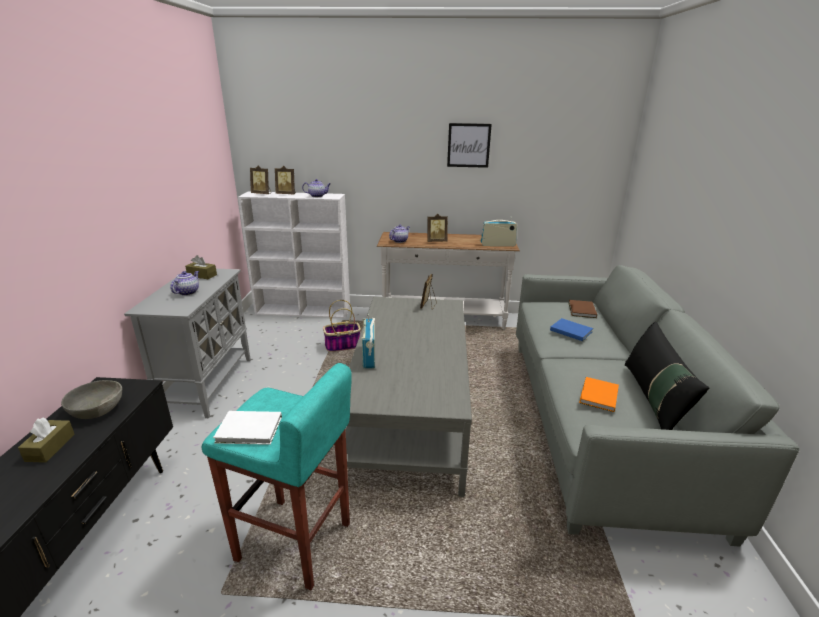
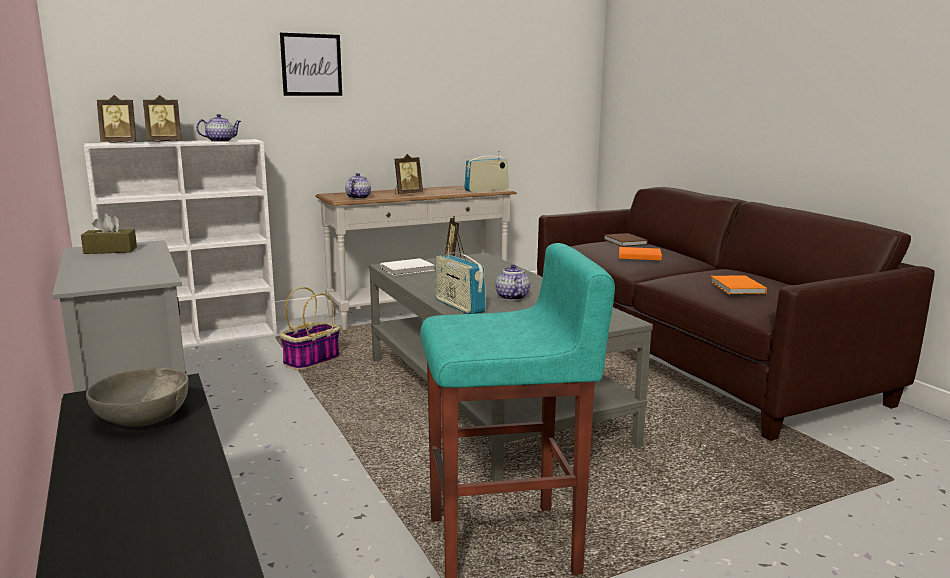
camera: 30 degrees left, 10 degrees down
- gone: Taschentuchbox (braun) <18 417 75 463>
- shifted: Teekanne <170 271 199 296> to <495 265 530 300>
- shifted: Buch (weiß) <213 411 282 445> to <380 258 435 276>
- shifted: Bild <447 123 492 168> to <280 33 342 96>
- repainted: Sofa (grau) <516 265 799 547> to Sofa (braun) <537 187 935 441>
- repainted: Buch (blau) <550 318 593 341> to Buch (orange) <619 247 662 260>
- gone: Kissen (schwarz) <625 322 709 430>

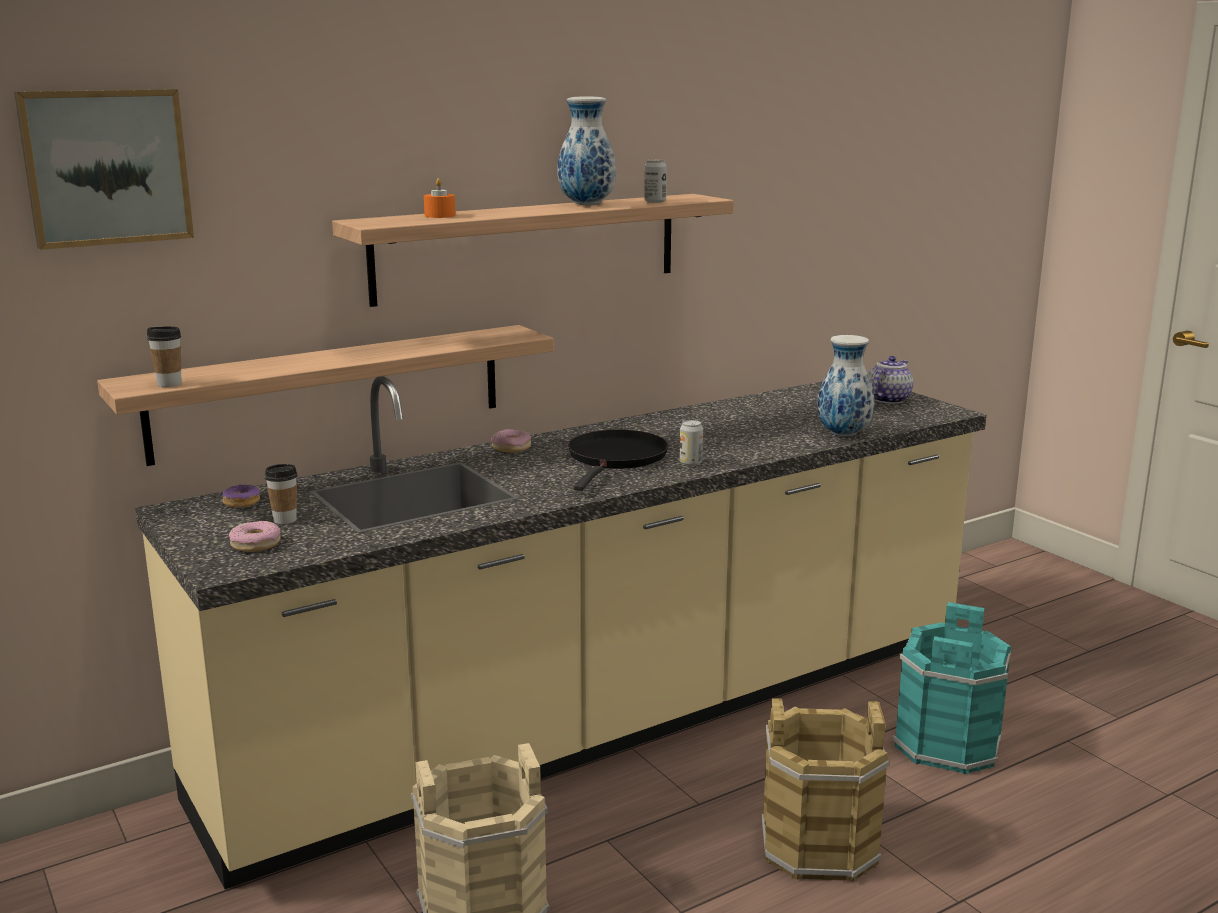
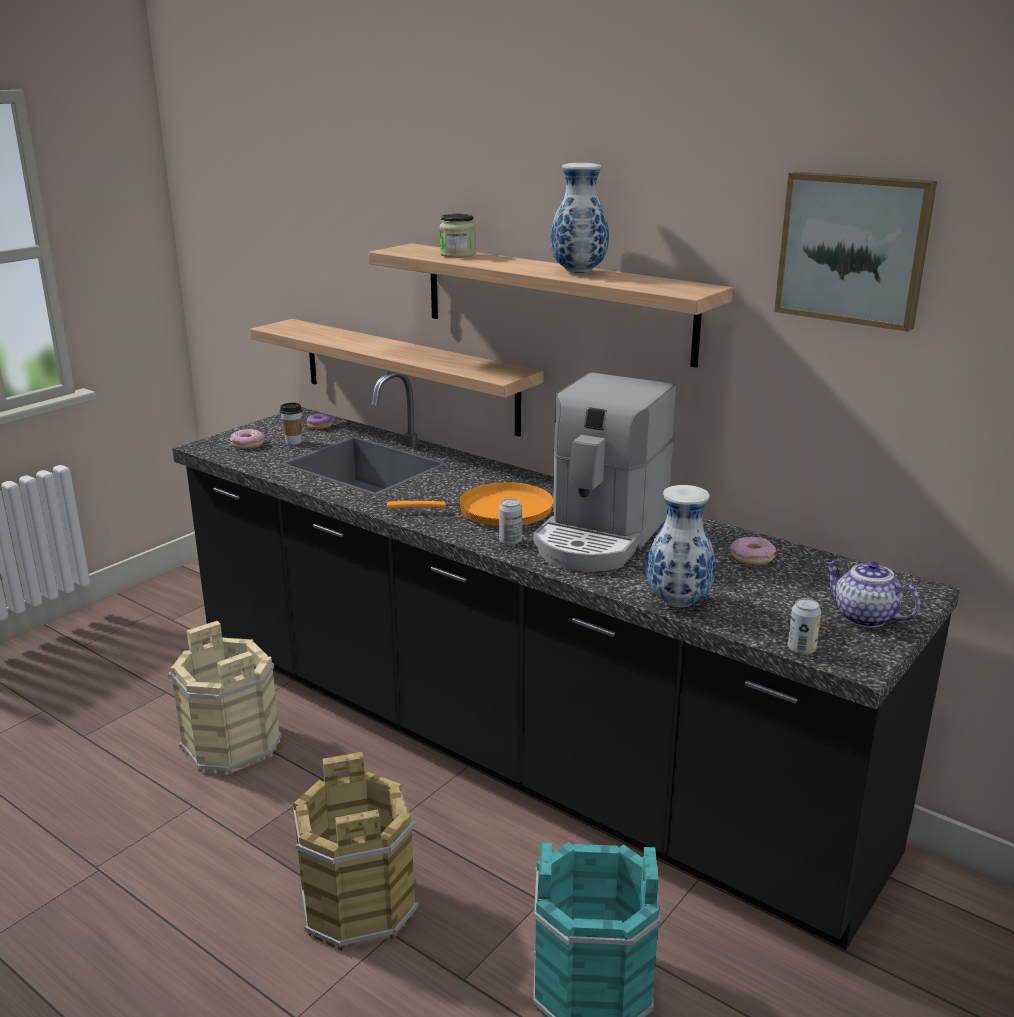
camera: 70 degrees right, 5 degrees up
- shifted: Bild <14 89 194 250> to <774 172 937 332>
- repainted: Küchenzeile (beige) <135 376 986 889> to Küchenzeile (schwarz) <172 372 960 950>
- gone: Tasse <146 326 182 387>
- swapped: Kerze (orange) <424 178 456 218> to Vorratsglas <440 214 476 258>
- shifted: Donut <491 429 531 452> to <731 537 776 565>
- repainted: Pfanne (schwarz) <568 430 668 491> to Pfanne (orange) <387 482 553 526>
- shifted: Dose <644 160 667 203> to <788 598 821 655>
- rotated: Teekanne <868 356 913 404> = <824 560 920 628> 150 degrees counterclockwise
- new: Kaffeemaschine <533 373 676 572>

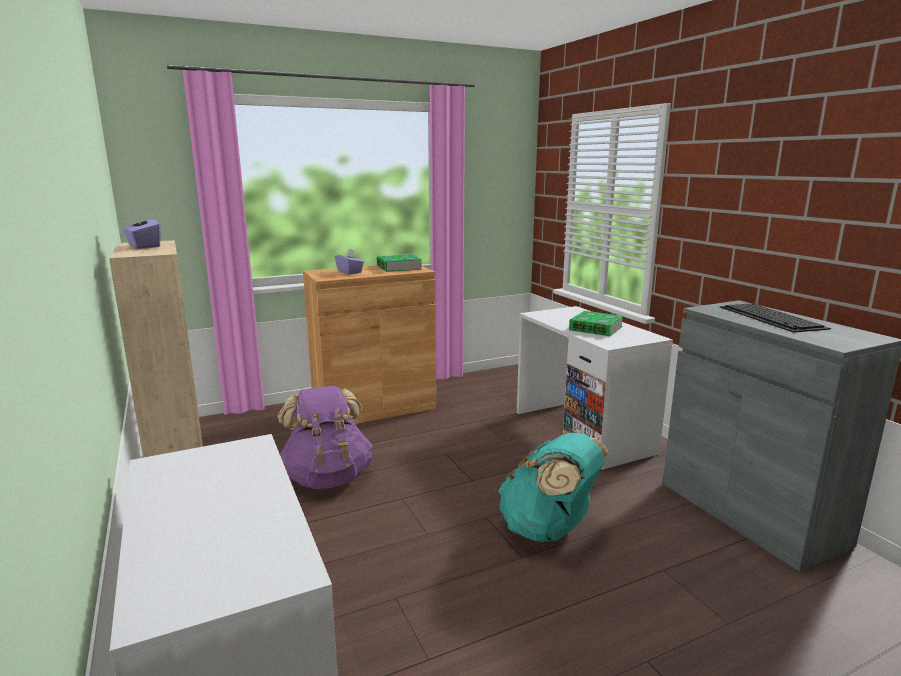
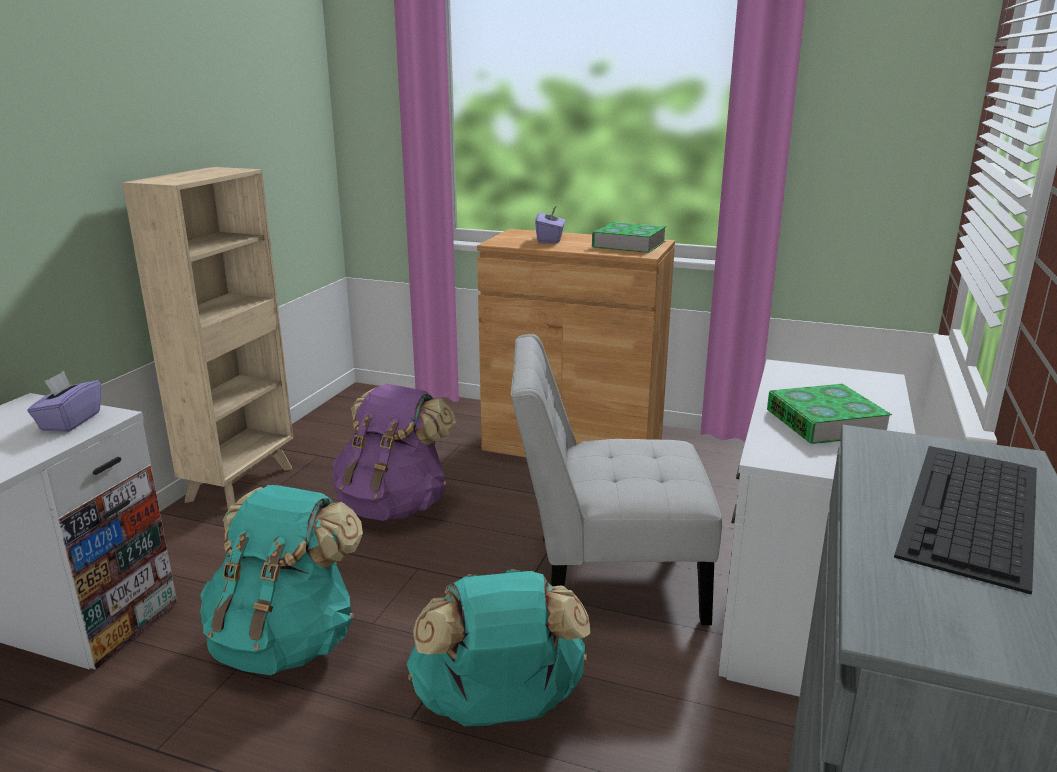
camera: 45 degrees right, 5 degrees up
- shifted: Taschentuchbox (lila) <123 213 161 249> to <27 371 101 432>
- new: Rucksack (türkis) <200 485 363 675>
- new: Stuhl (weiß) <511 334 722 625>

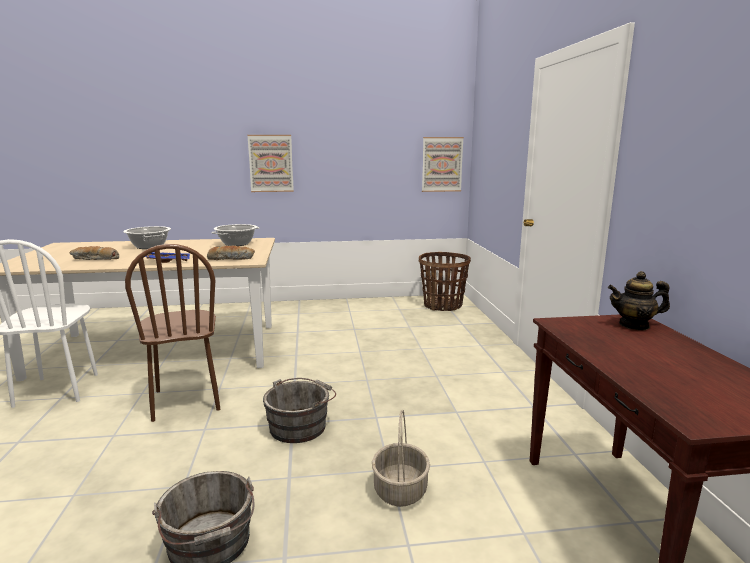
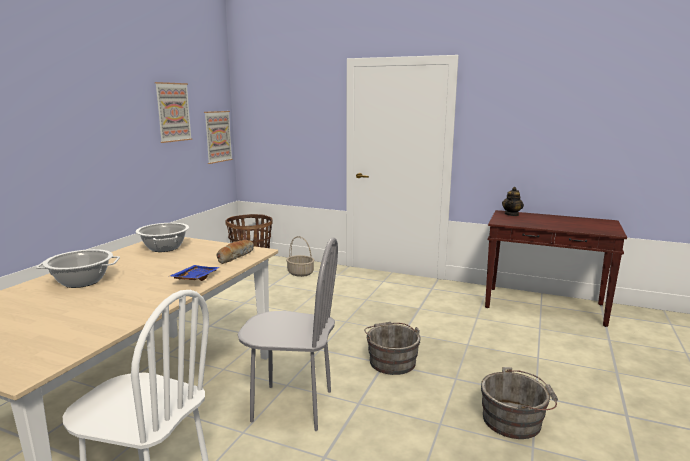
camera: 60 degrees left, 0 degrees up
- gone: Brot <70 246 119 260>
- repainted: Stuhl (braun) <125 244 220 422> to Stuhl (grau) <237 237 338 431>
- shifted: Bild <248 135 294 192> to <155 82 192 143>
- shifted: Korb <372 410 430 507> to <286 236 315 277>

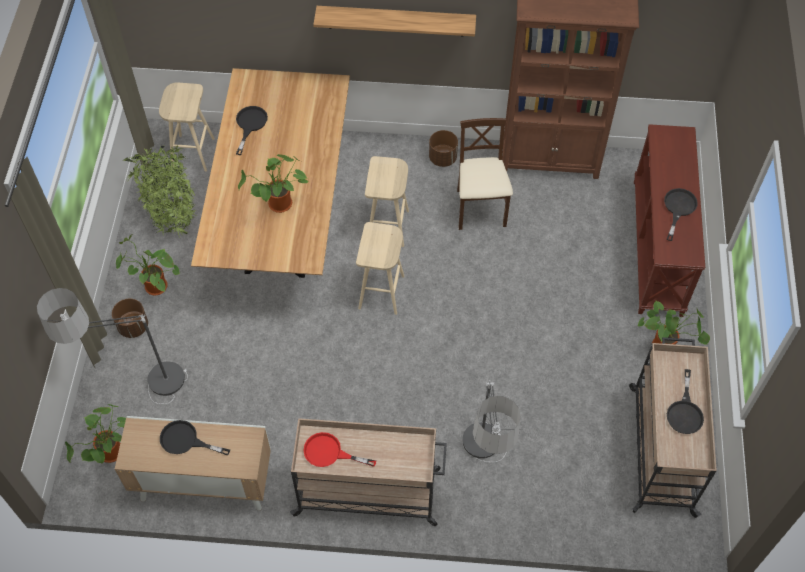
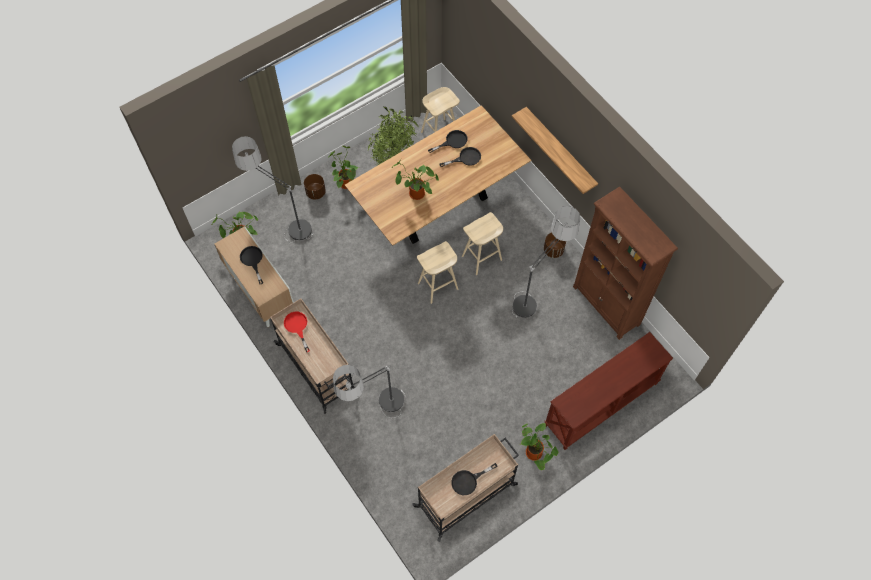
camera: 50 degrees right, 5 degrees up
- swapped: Stuhl (beige) <457 118 513 230> to Stehlampe <512 206 581 318>
- shifted: Pfanne (schwarz) <664 188 698 241> to <440 147 481 167>

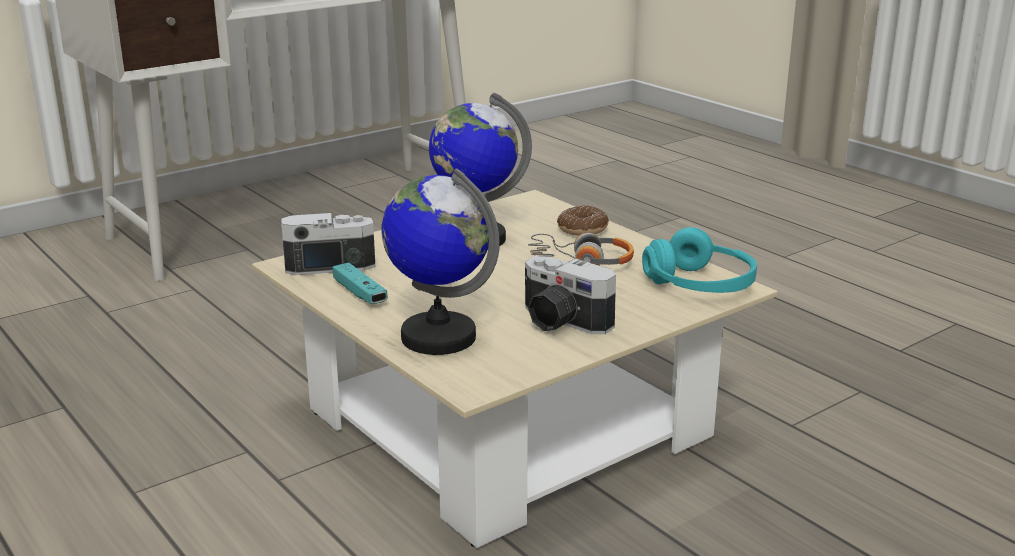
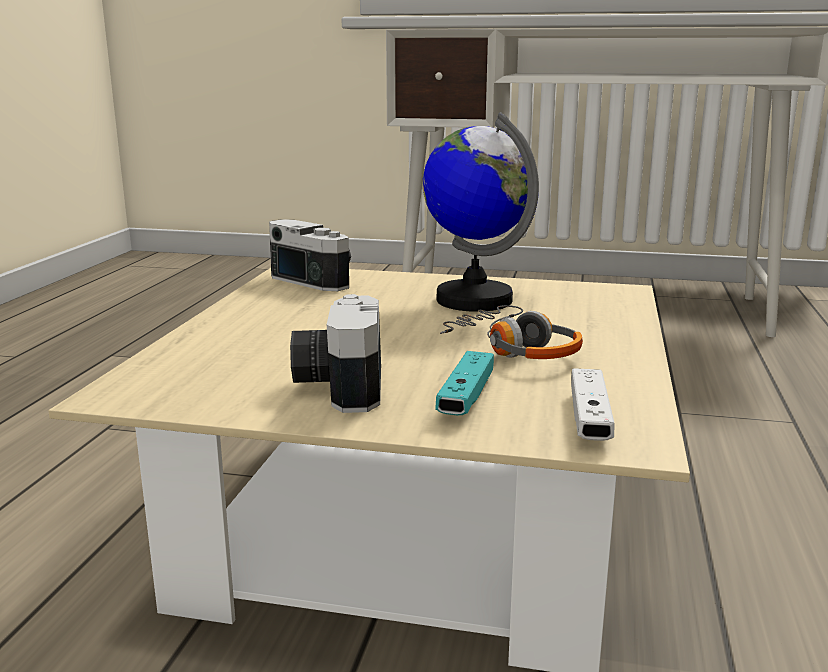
camera: 50 degrees right, 5 degrees down
- shifted: Gamepad (türkis) <332 262 388 304> to <435 351 494 415>
- gone: Globus <381 168 500 355>
- gone: Donut <557 205 609 236>
- swapped: Kopfhörer (türkis) <642 227 757 293> to Gamepad (weiß) <571 368 615 441>

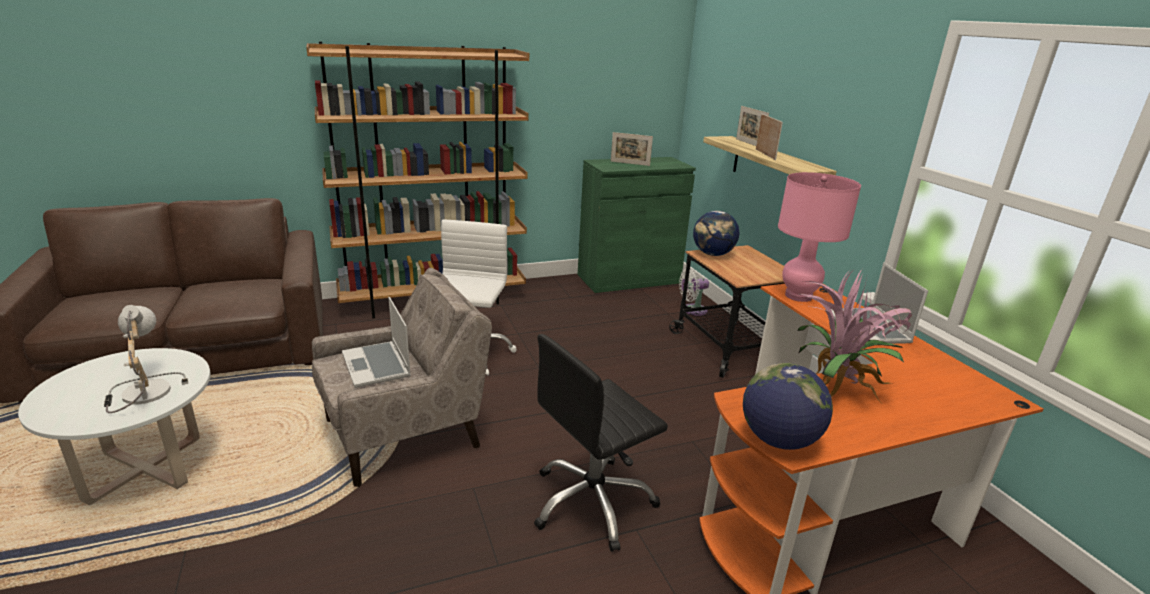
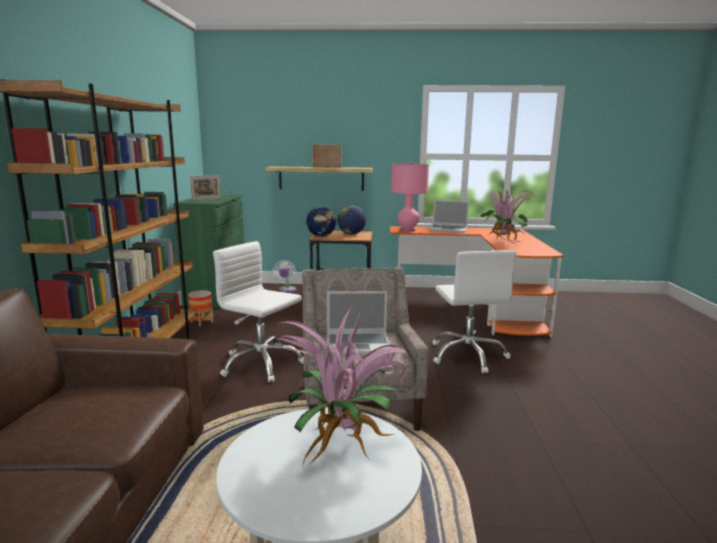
camera: 65 degrees left, 10 degrees down
- swapped: Tischlampe <104 305 188 413> to Topfpflanze <276 307 409 466>
- repainted: Bürostuhl (schwarz) <534 334 668 552> to Bürostuhl (weiß) <432 250 516 373>
- gone: Bilderrahmen <736 106 769 146>
- shifted: Globus <743 363 833 450> to <337 205 366 234>
- new: Pflanzkübel <188 290 214 326>

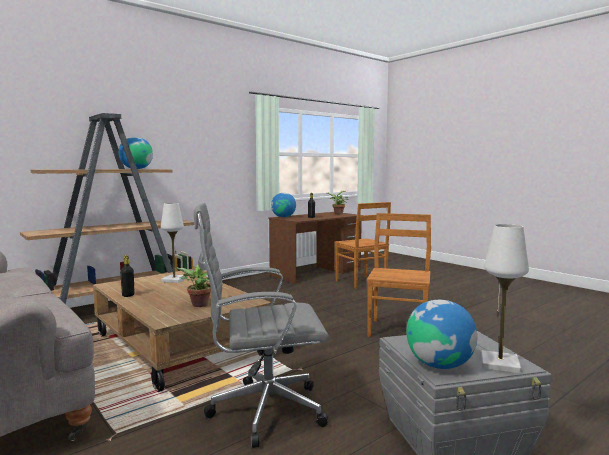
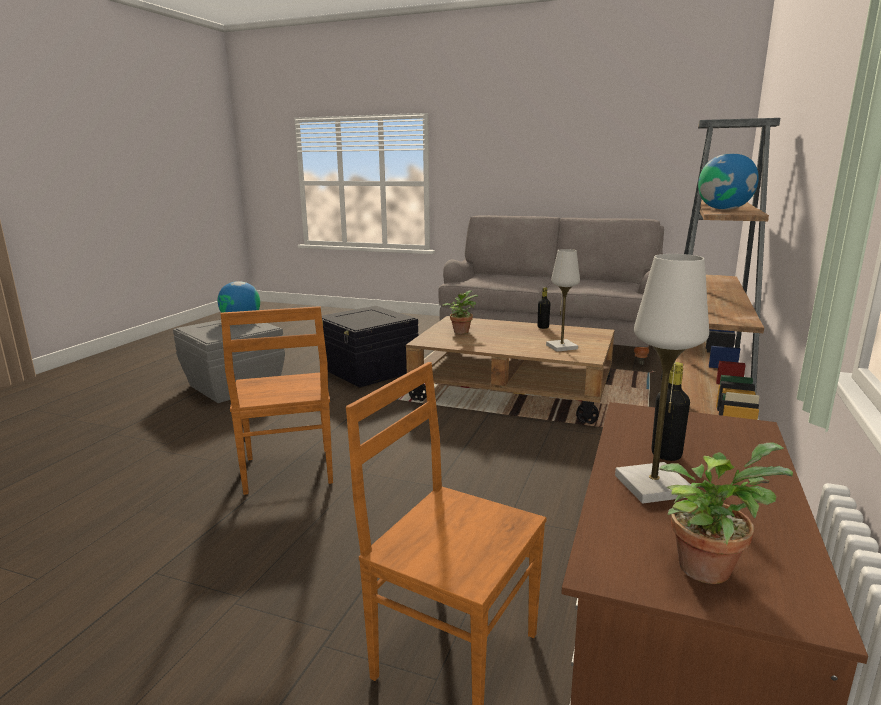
camera: 150 degrees right, 10 degrees up
- swapped: Bürostuhl (grau) <194 203 329 448> to Aufbewahrungsbox (schwarz) <322 306 418 387>
- gone: Globus <271 193 296 217>
- shifted: Tischlampe (weiß) <481 224 529 374> to <615 254 709 503>

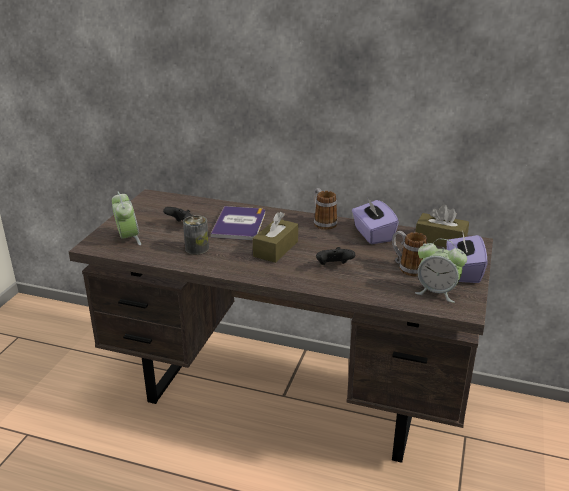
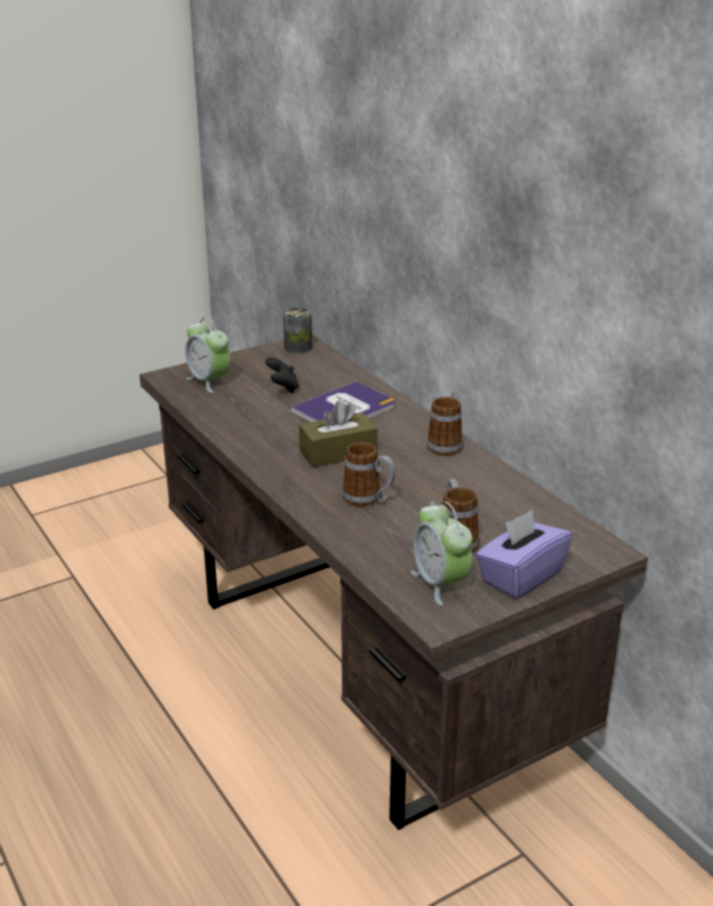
camera: 40 degrees right, 0 degrees up
- rotated: Wecker <112 191 141 245> = <185 317 230 393> 120 degrees clockwise
- shifted: Dose <183 215 209 255> to <283 308 312 354>
- swapped: Gamepad (schwarz) <316 247 355 265> to Henkelbecher <342 442 395 507>
- gone: Taschentuchbox (lila) <352 197 399 244>
- gone: Taschentuchbox (braun) <415 205 469 248>

